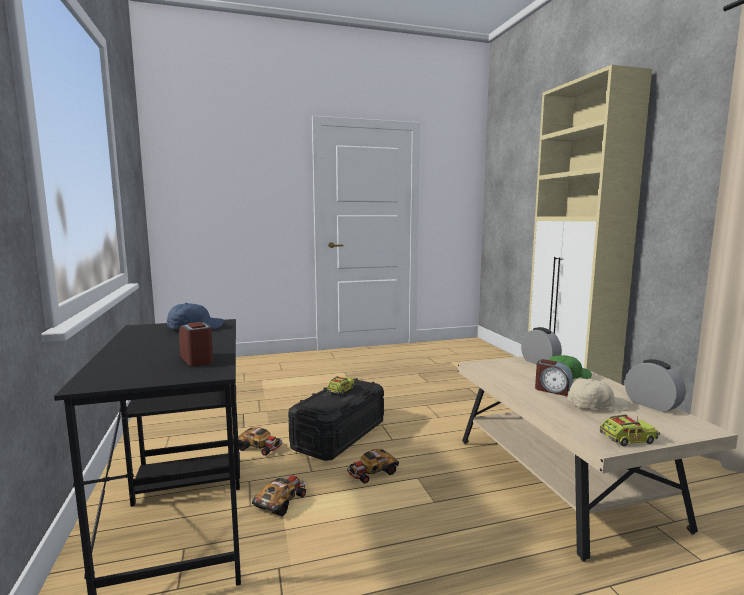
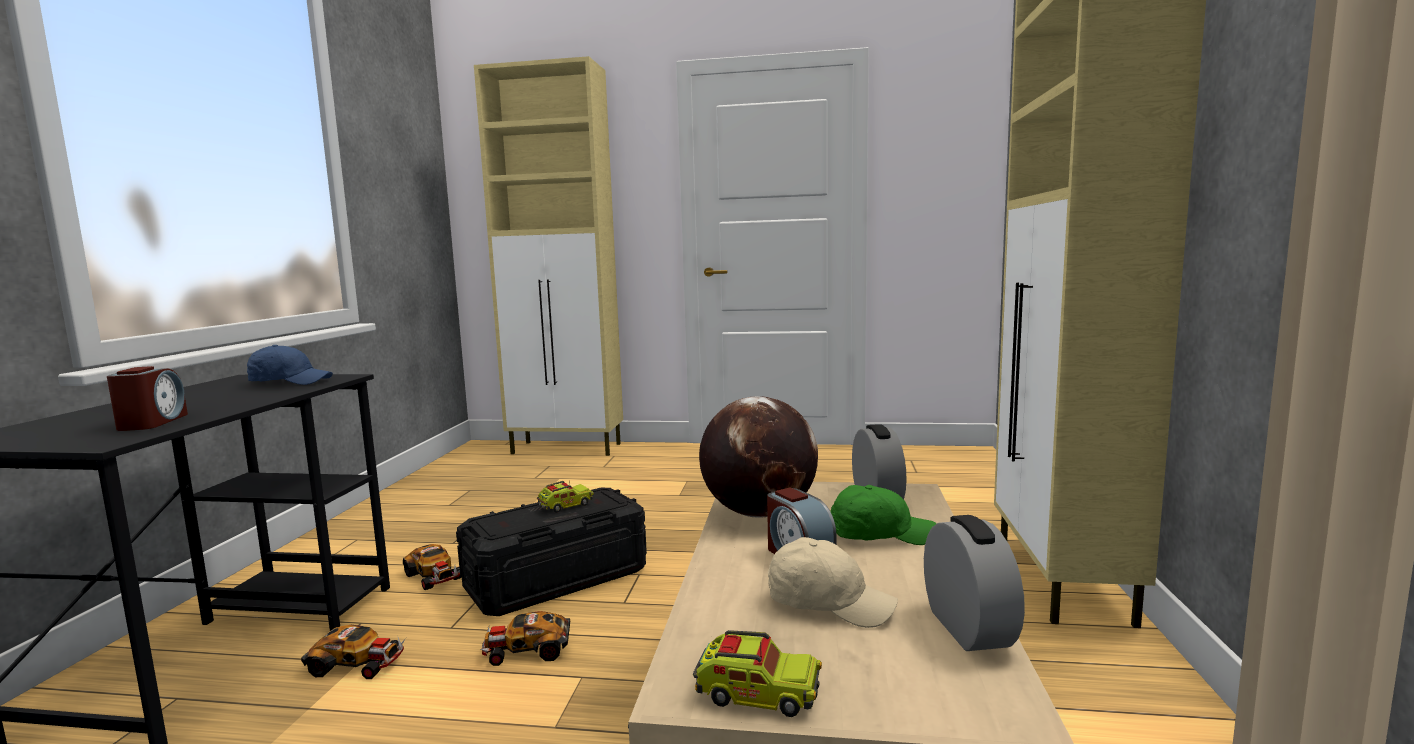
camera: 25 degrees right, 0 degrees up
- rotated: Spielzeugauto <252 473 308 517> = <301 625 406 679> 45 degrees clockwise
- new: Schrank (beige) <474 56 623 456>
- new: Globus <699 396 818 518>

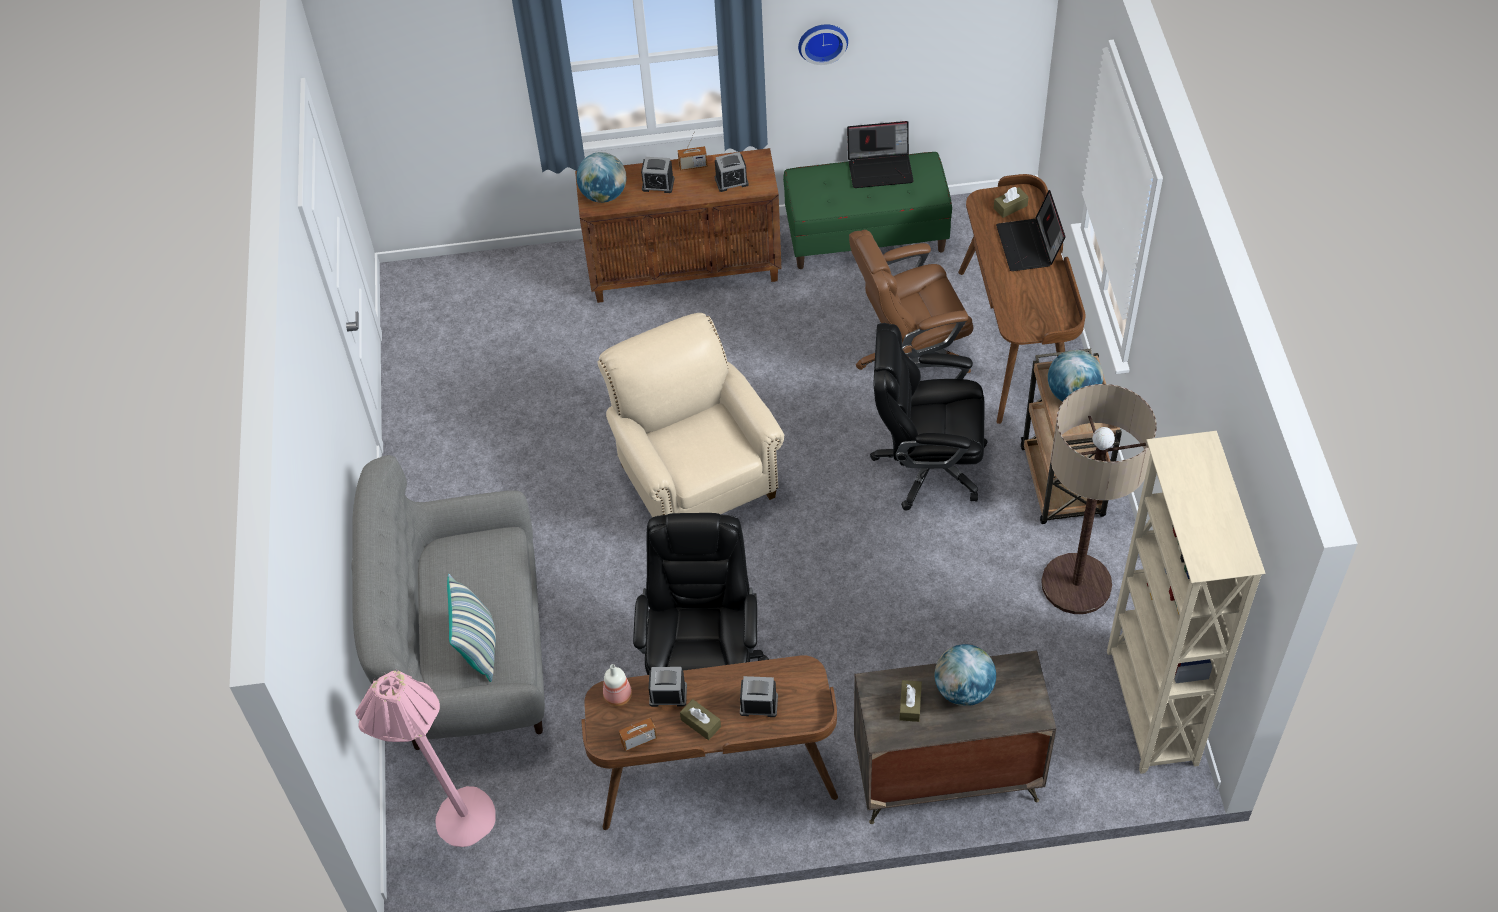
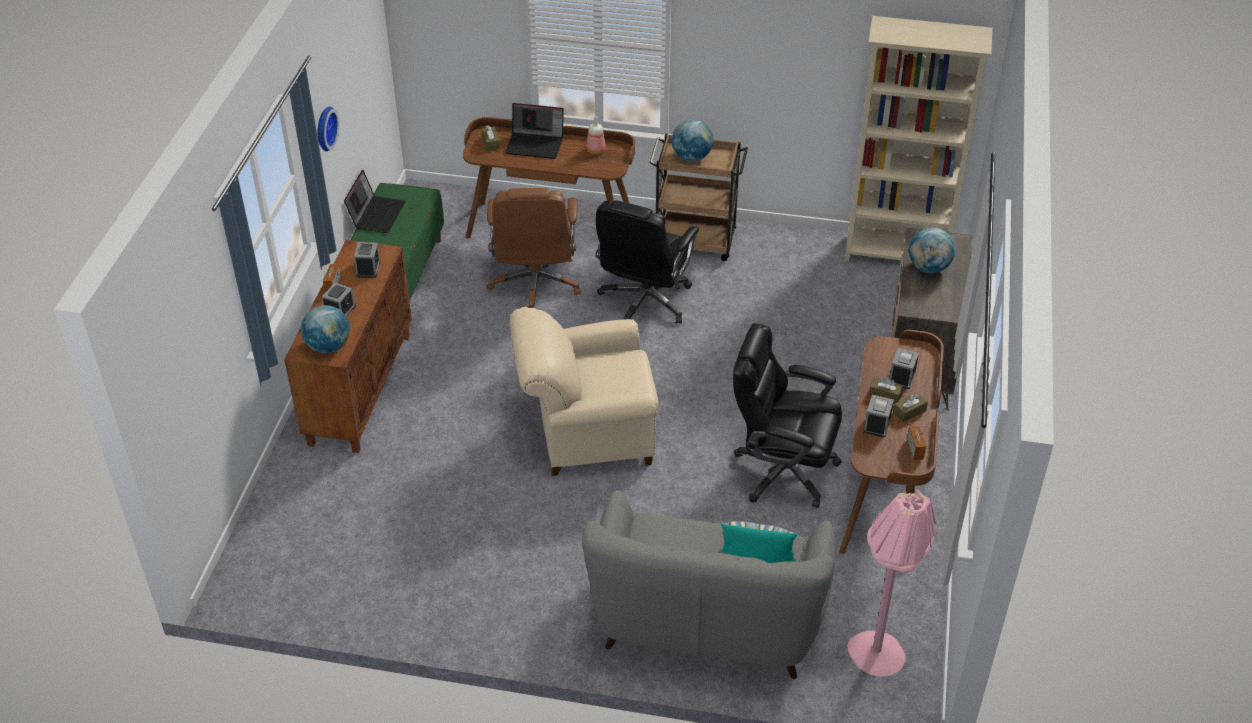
camera: 75 degrees left, 10 degrees down
- shifted: Flasche <603 664 632 706> to <586 116 606 154>
- shifted: Taschentuchbox (braun) <899 680 922 722> to <869 377 903 403>
- gone: Stehlampe <1041 384 1157 614>

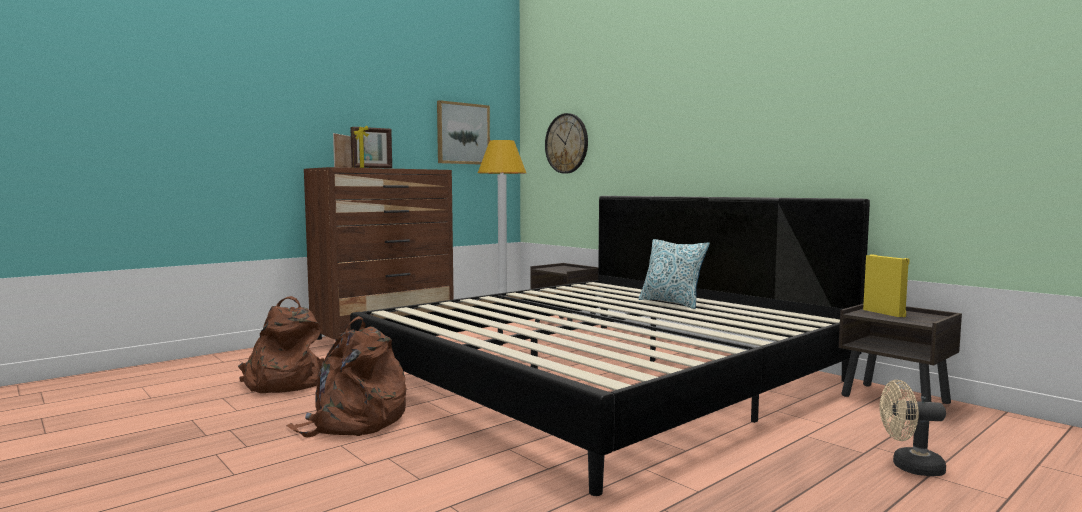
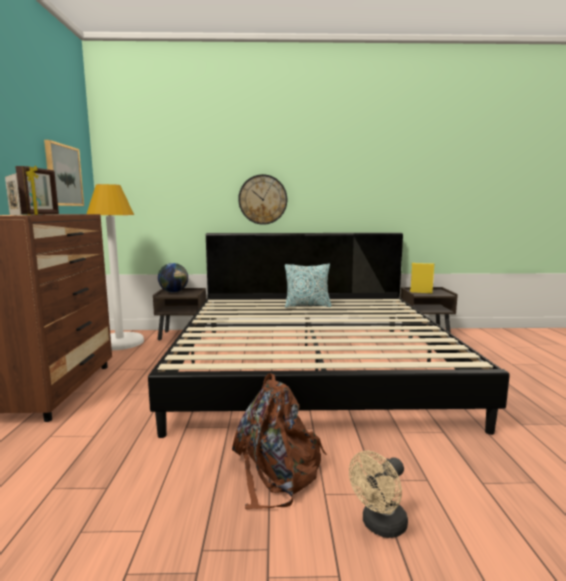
camera: 50 degrees left, 5 degrees up
- gone: Rucksack (braun) <238 296 325 393>
- shifted: Wanduhr <545 113 588 174> to <238 174 287 225>
- shifted: Ventilator (beige) <879 380 946 476> to <349 451 408 538>
- new: Globus <158 263 188 293>

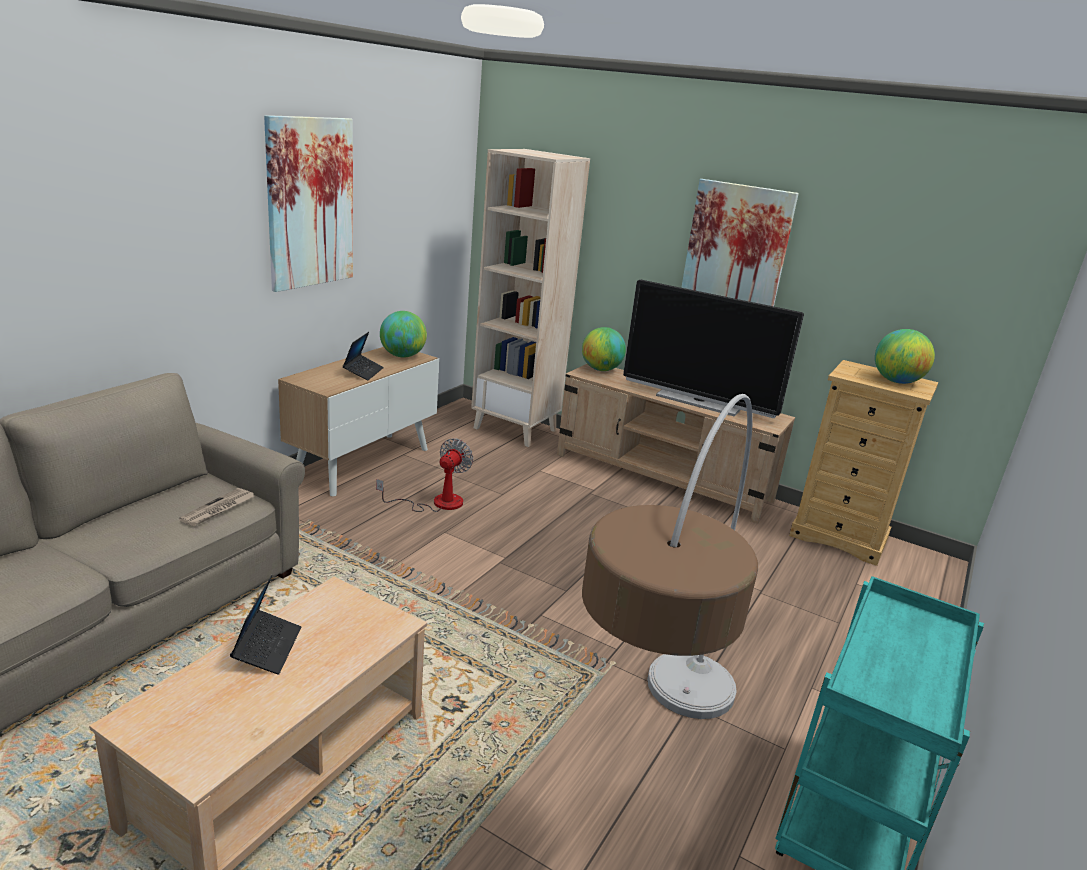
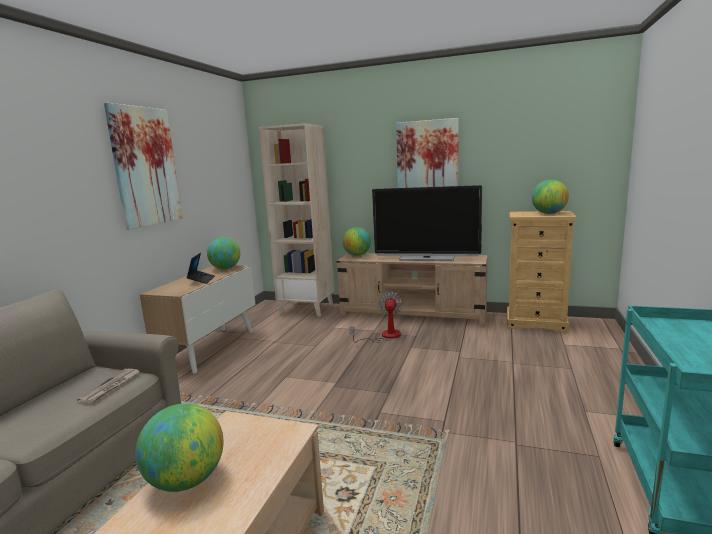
camera: 10 degrees left, 10 degrees down
- swapped: Laptop <230 575 301 675> to Globus <135 403 224 492>
- shifted: Ventilator <376 438 473 512> to <349 291 403 343>
- gone: Stehlampe <582 394 758 719>

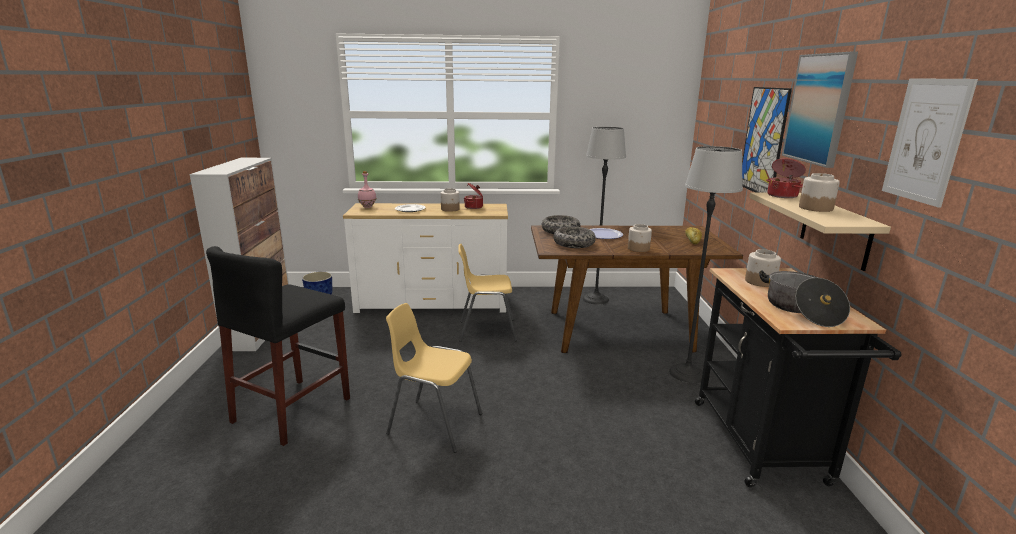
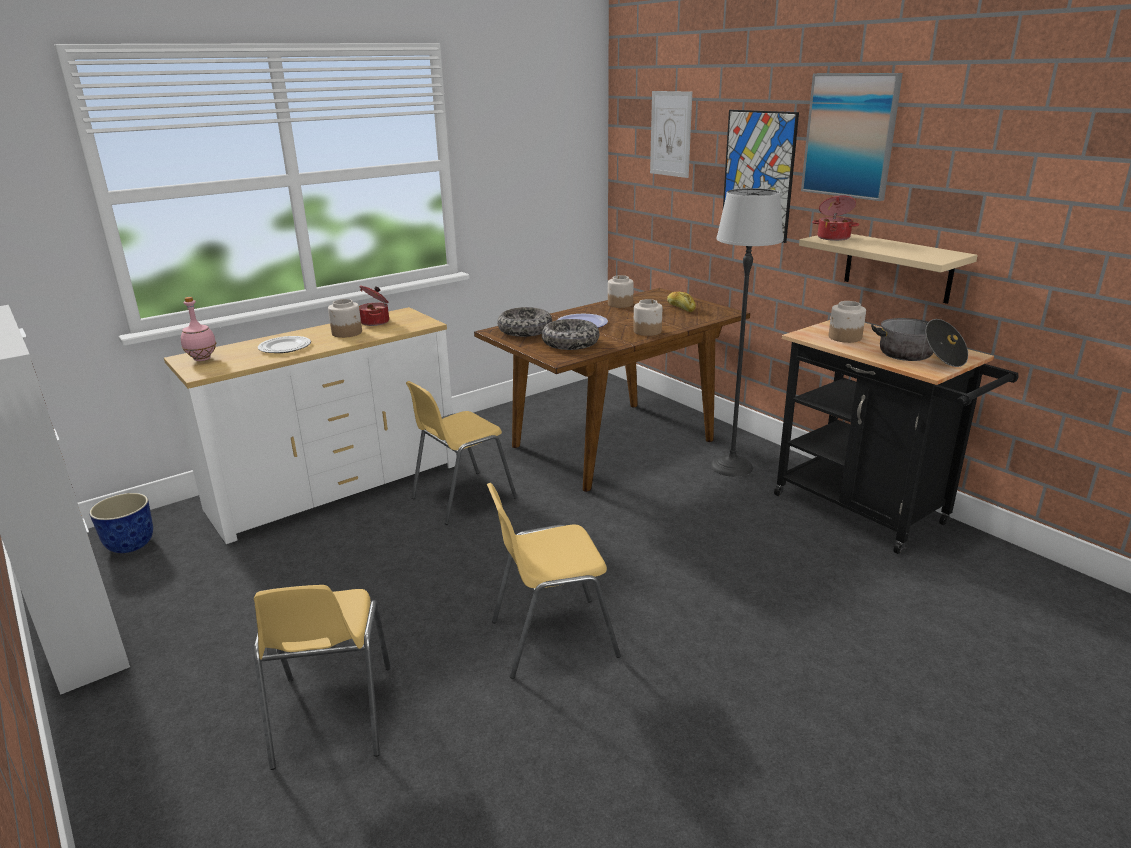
camera: 35 degrees left, 5 degrees up
- swapped: Hocker (schwarz) <206 246 350 446> to Stuhl (gelb) <254 585 391 770>
- gone: Stehlampe <583 127 626 305>
- shifted: Vorratsglas <799 173 840 212> to <608 275 633 308>
- shifted: Bild <882 78 978 208> to <650 91 692 178>

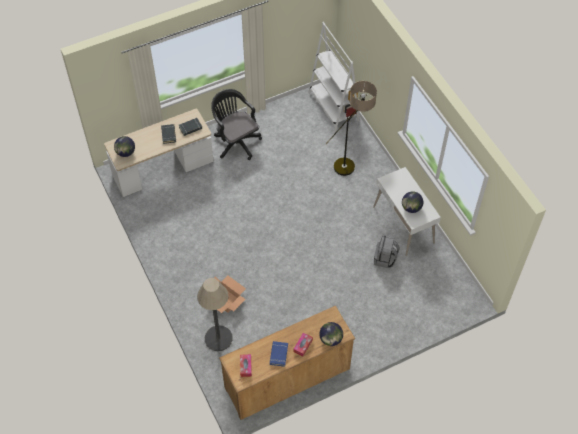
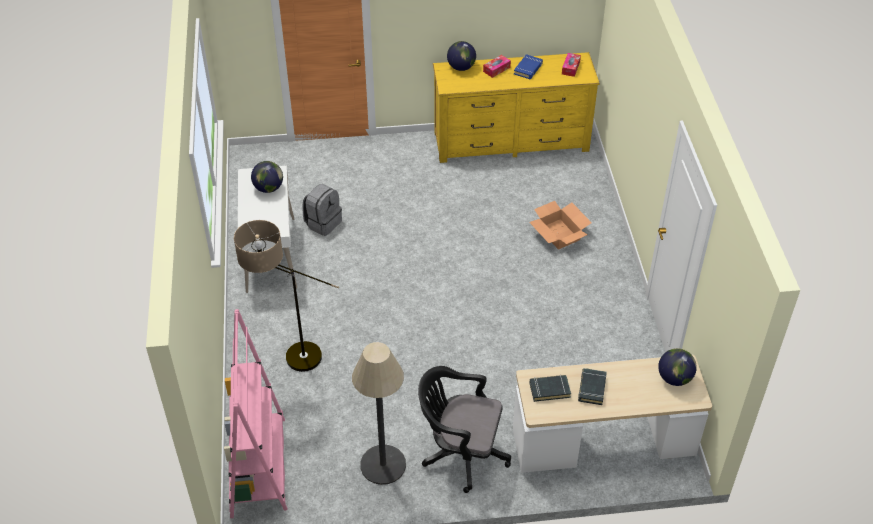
camera: 160 degrees left, 10 degrees down
- shifted: Stehlampe <197 278 233 351> to <352 342 406 485>
- rotated: Bürostuhl (schwarz) <211 89 262 160> = <418 366 511 493> 120 degrees clockwise
- repainted: Kommode (braun) <219 305 355 420> to Kommode (gelb) <433 52 600 163>
- repainted: Bücherregal (weiß) <308 22 360 132> to Bücherregal (rosa) <224 309 288 518>

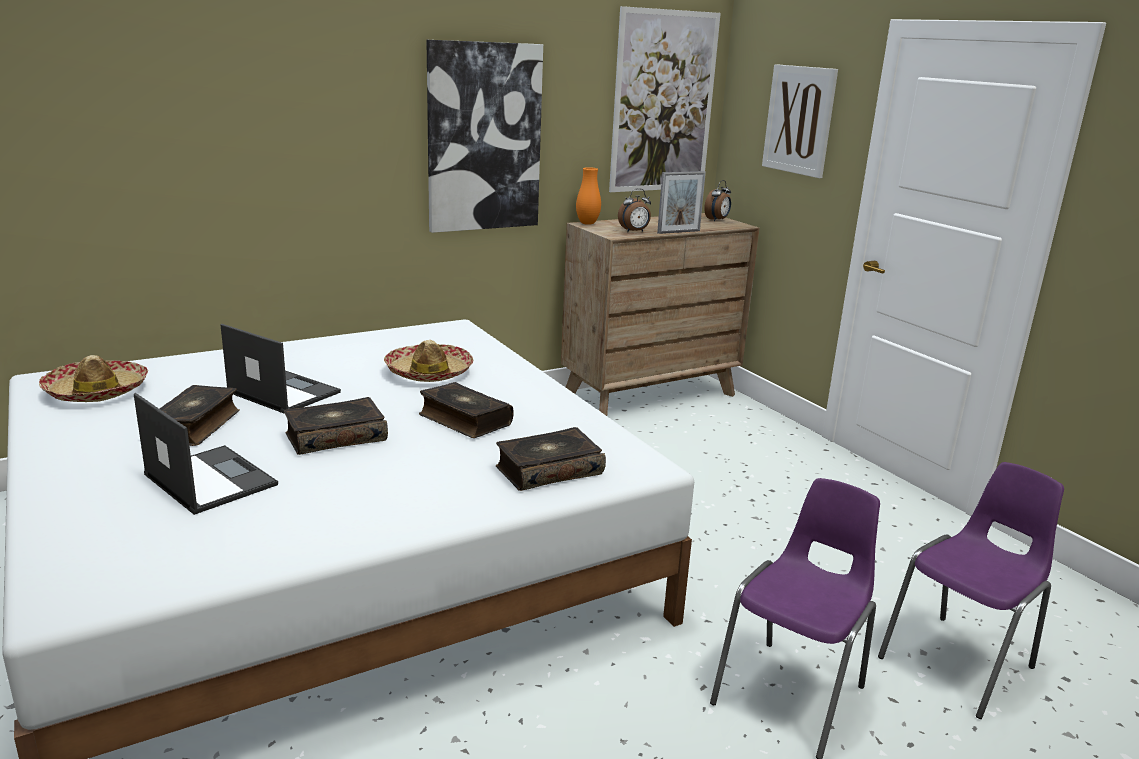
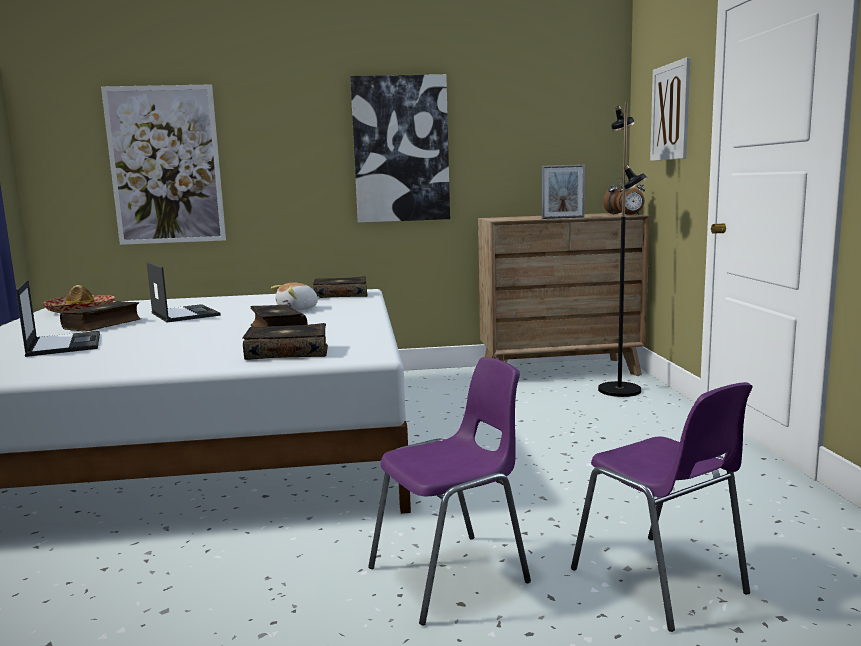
camera: 25 degrees right, 10 degrees down
- shifted: Buch <284 397 388 455> to <313 276 368 298>
- swapped: Hut <384 340 473 382> to Plüschtier <271 282 320 311>
- gone: Vase (orange) <576 167 601 225>
- shifted: Bild <609 6 721 192> to <101 84 226 245>
- shifted: Wecker <618 188 651 232> to <616 179 645 215>
- rotated: Stuhl (lila) <878 462 1064 719> = <571 382 753 632> 75 degrees clockwise
- new: Stehlampe (schwarz) <598 103 648 397>

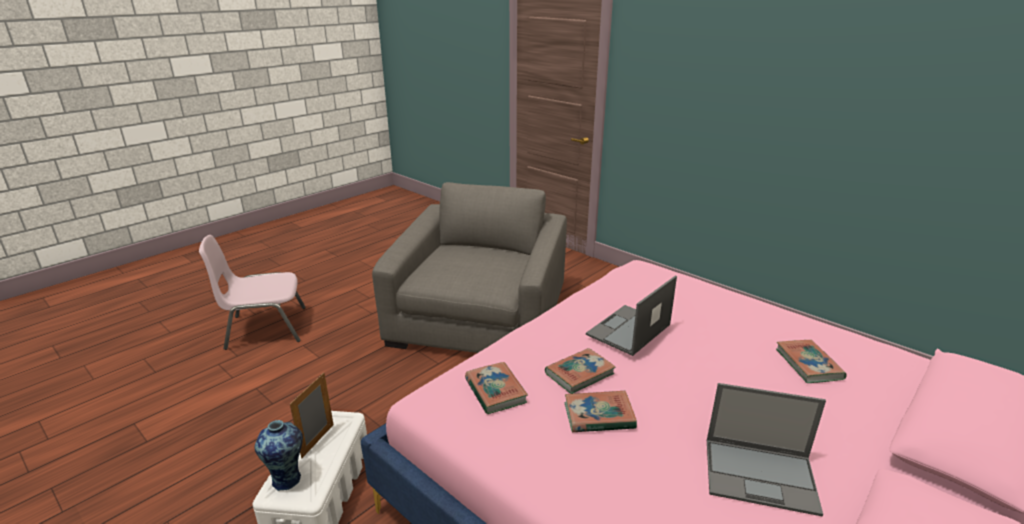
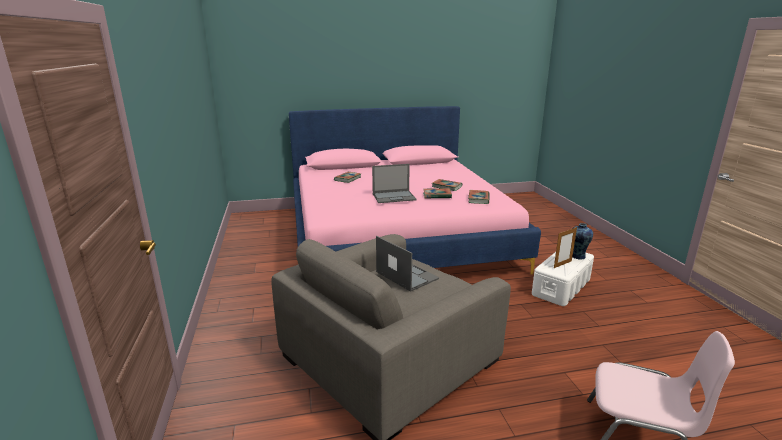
camera: 145 degrees left, 5 degrees down
- shifted: Laptop <707 383 826 516> to <376 236 439 292>

